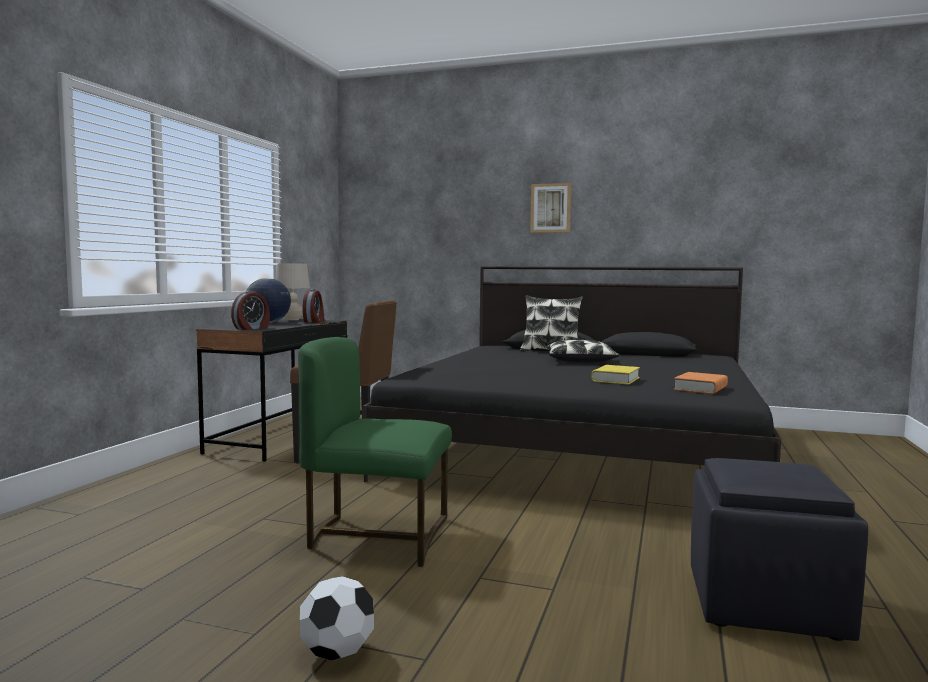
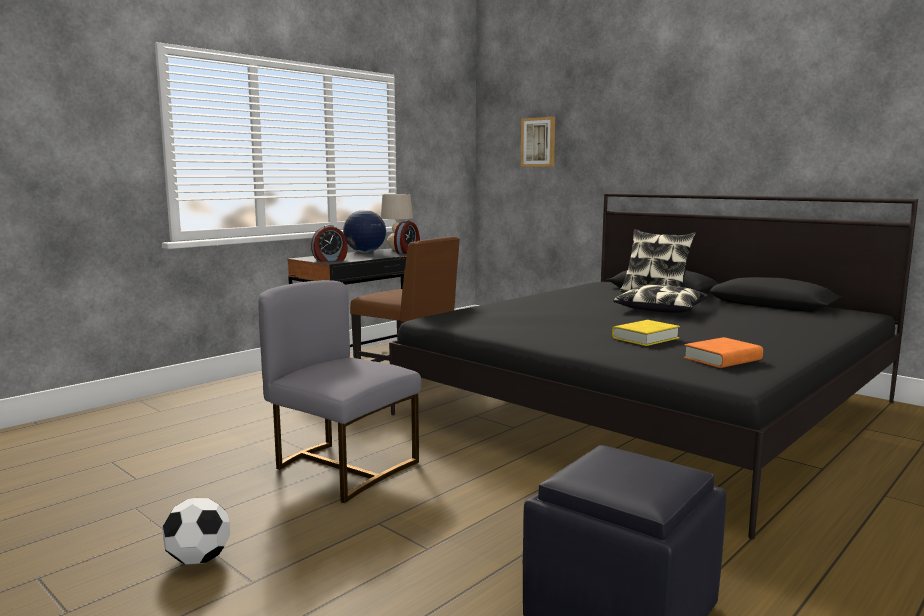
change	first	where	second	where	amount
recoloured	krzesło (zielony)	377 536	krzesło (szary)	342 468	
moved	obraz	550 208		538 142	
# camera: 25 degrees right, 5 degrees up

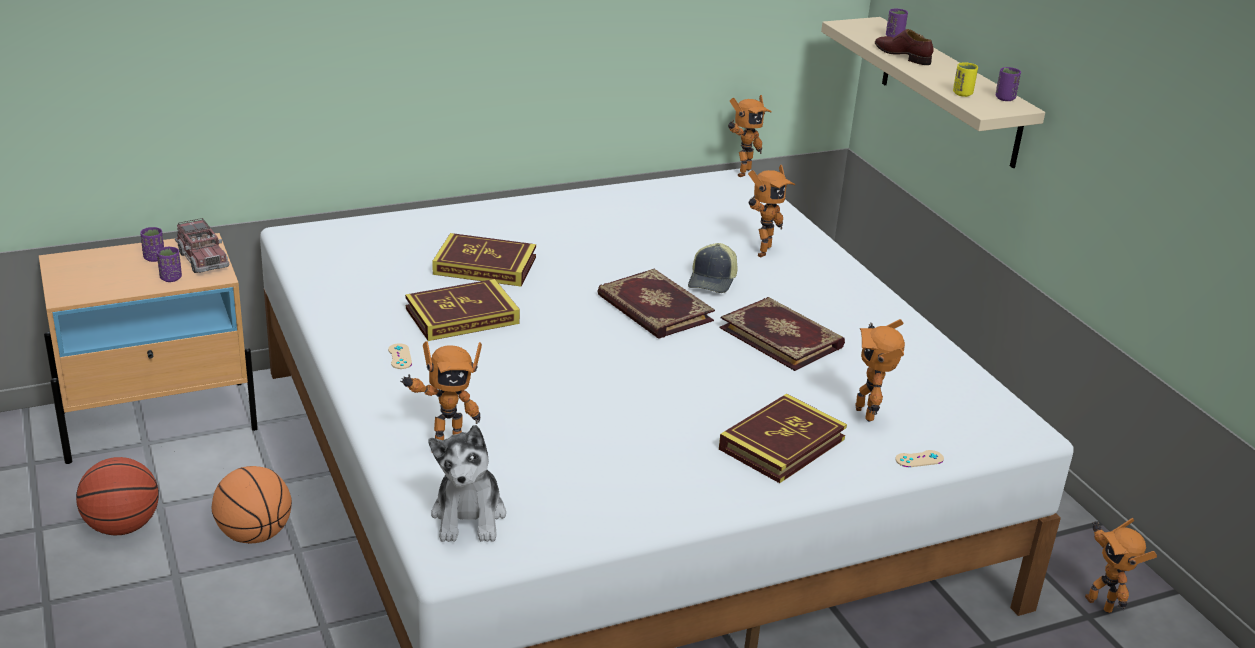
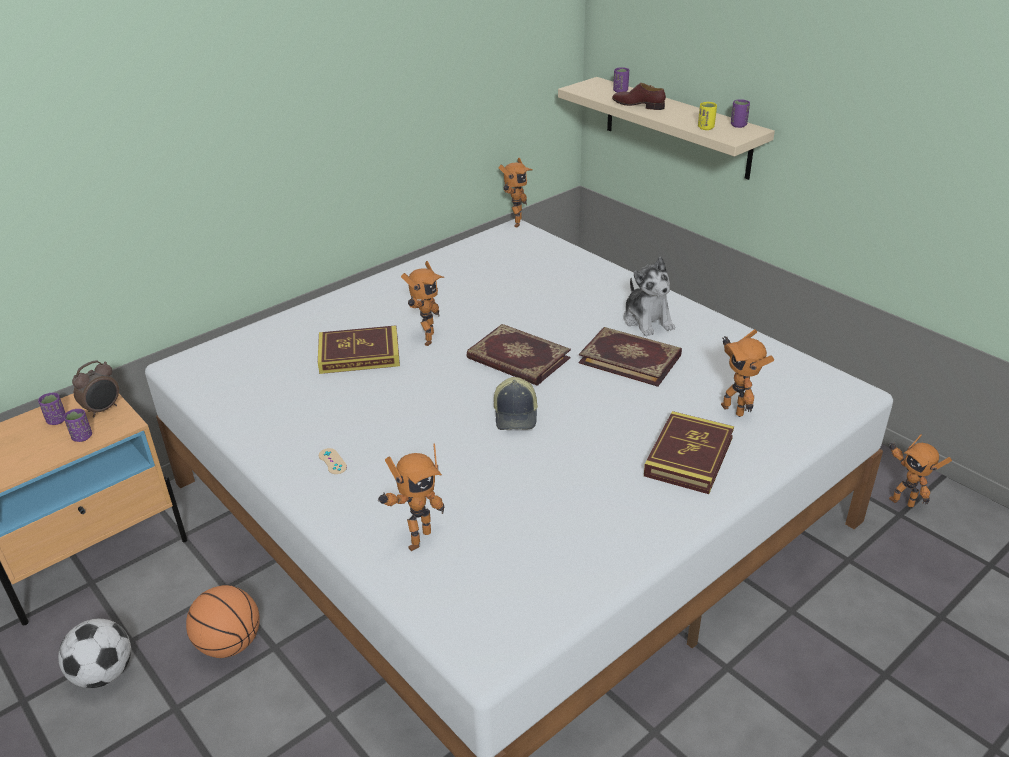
change	first	where	second	where	amount
replaced	piłka do koszykówki	122 527	piłka futbolowa	104 674	
replaced	ciężarówka zabawkowa	202 259	budzik	103 409	
removed	książka	462 316			
moved	pluszak	469 516		647 320	
moved	czapka z daszkiem	713 280		516 414	
moved	robot zabawkowy	760 250		425 339	
removed	pad do gier (beżowy)	919 459			
# camera: 15 degrees left, 5 degrees up

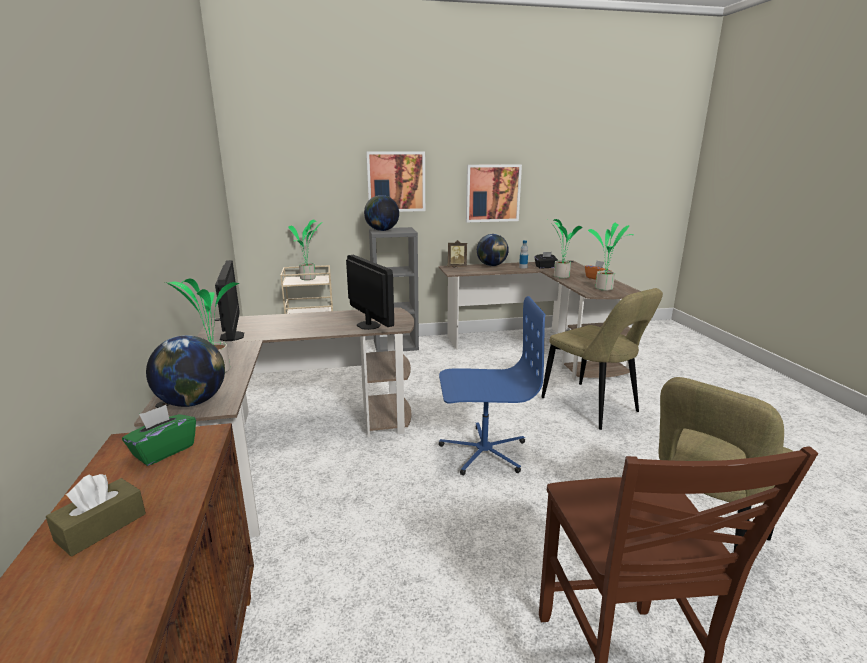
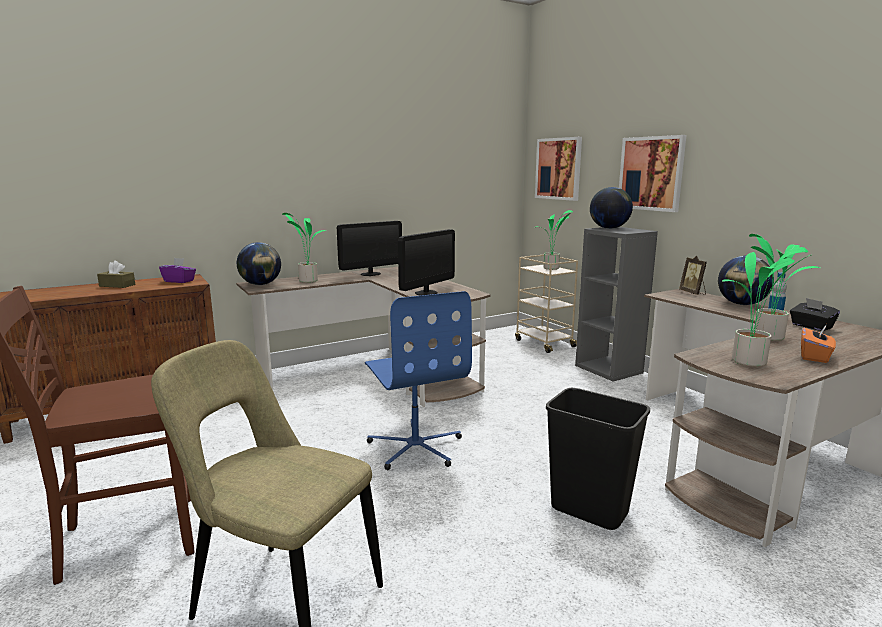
change	first	where	second	where	amount
recoloured	pudełko chusteczek (zielony)	164 451	pudełko chusteczek (fioletowy)	179 281	
moved	obraz	492 193		558 168	
replaced	krzesło (beżowy)	592 407	kosz na śmieci (czarny)	588 511	
# camera: 70 degrees right, 5 degrees down

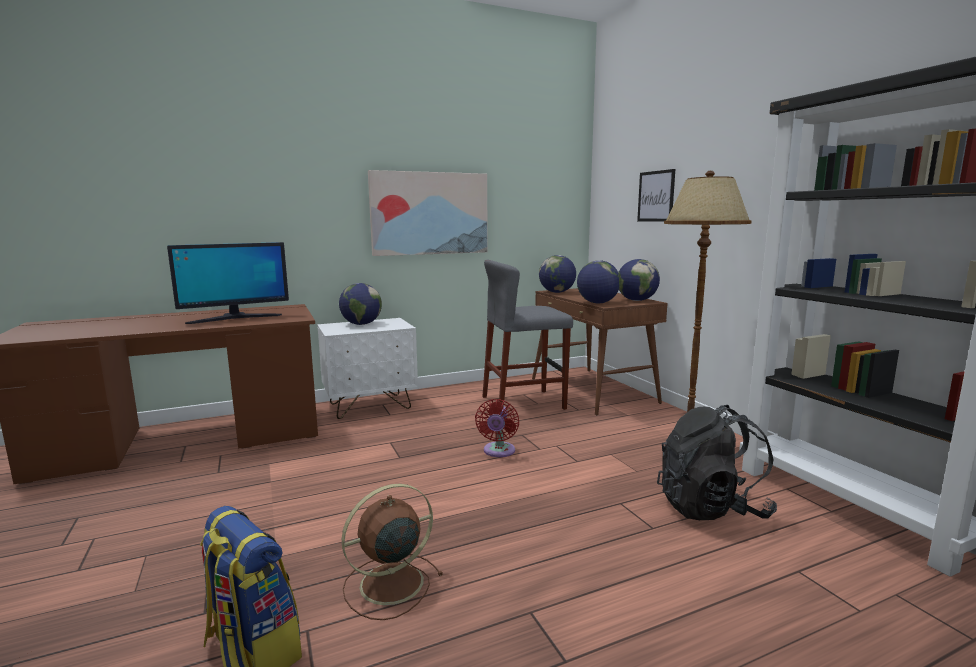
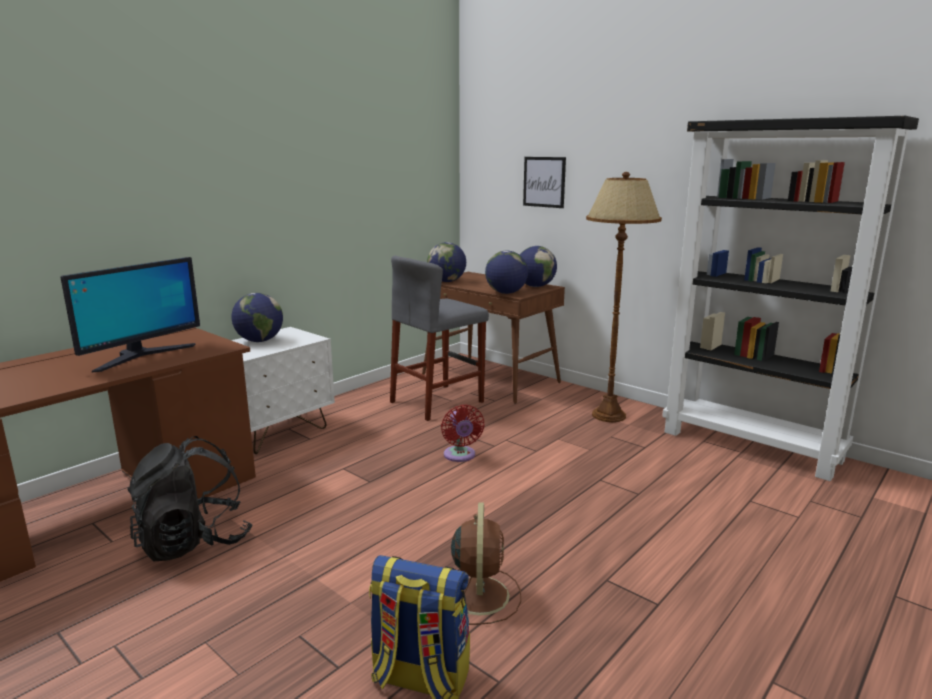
change	first	where	second	where	amount
turned	wentylator (brązowy)	389 584		479 593	150 degrees clockwise
removed	obraz	429 213			
moved	plecak (czarny)	711 508		194 542	
# camera: 25 degrees left, 5 degrees up

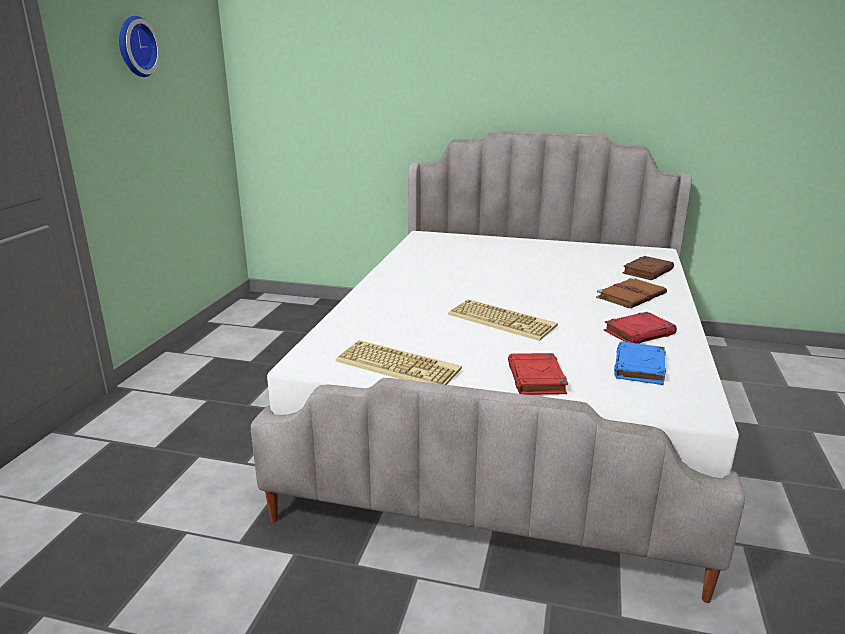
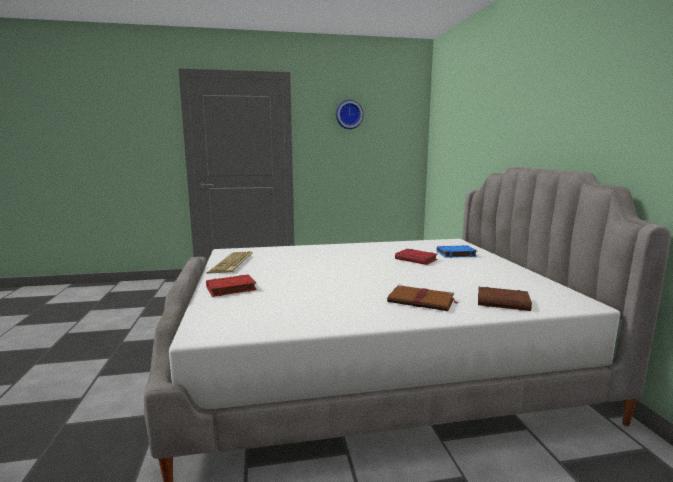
change	first	where	second	where	amount
removed	klawiatura	503 320			
moved	książka (czerwony)	639 332		416 259	
moved	książka (niebieski)	639 368		455 254	
# camera: 65 degrees right, 10 degrees down

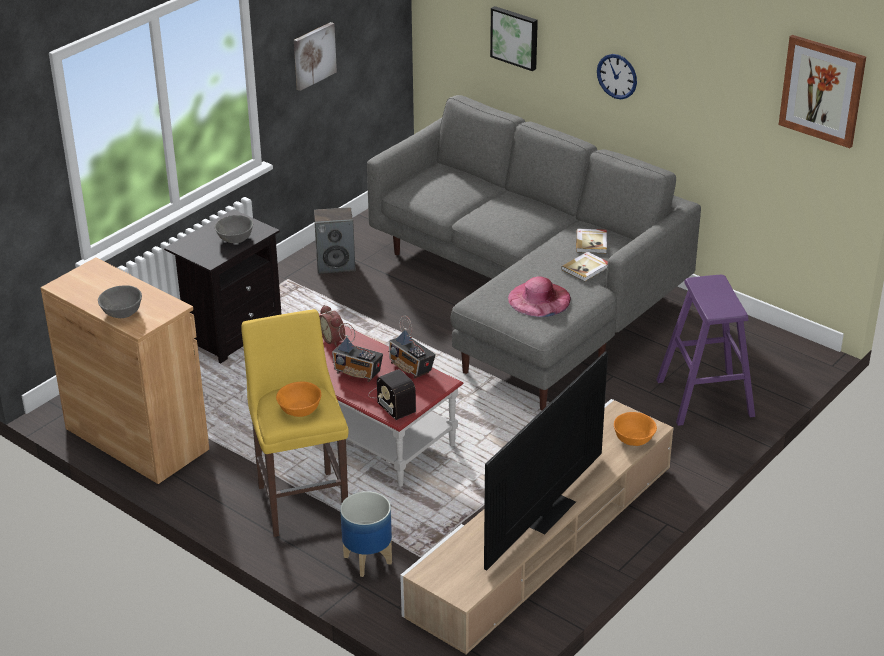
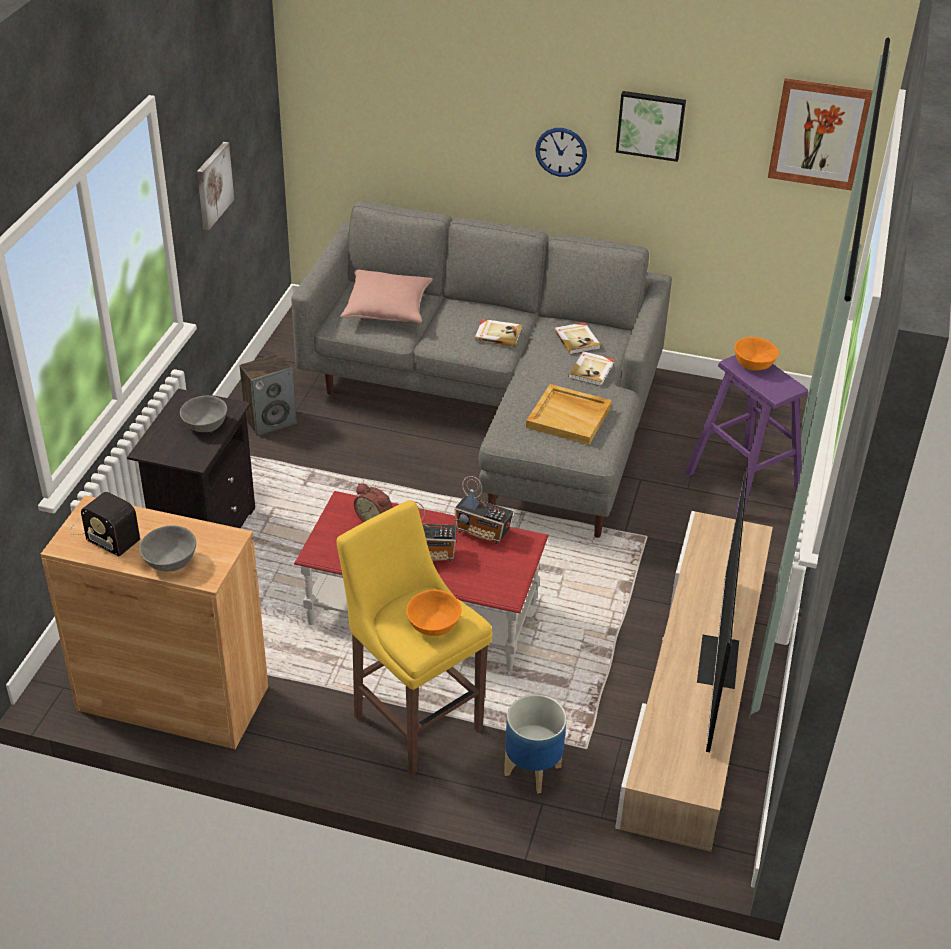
change	first	where	second	where	amount
moved	radio	392 400		103 531	
moved	obraz	515 37		651 124	
replaced	kapelusz (różowy)	539 299	taca (beżowy)	569 417	
moved	miska (pomarańczowy)	634 438		753 363	
added			poduszka (różowy)	387 309	
added			książka	498 334	
# camera: 25 degrees left, 5 degrees up

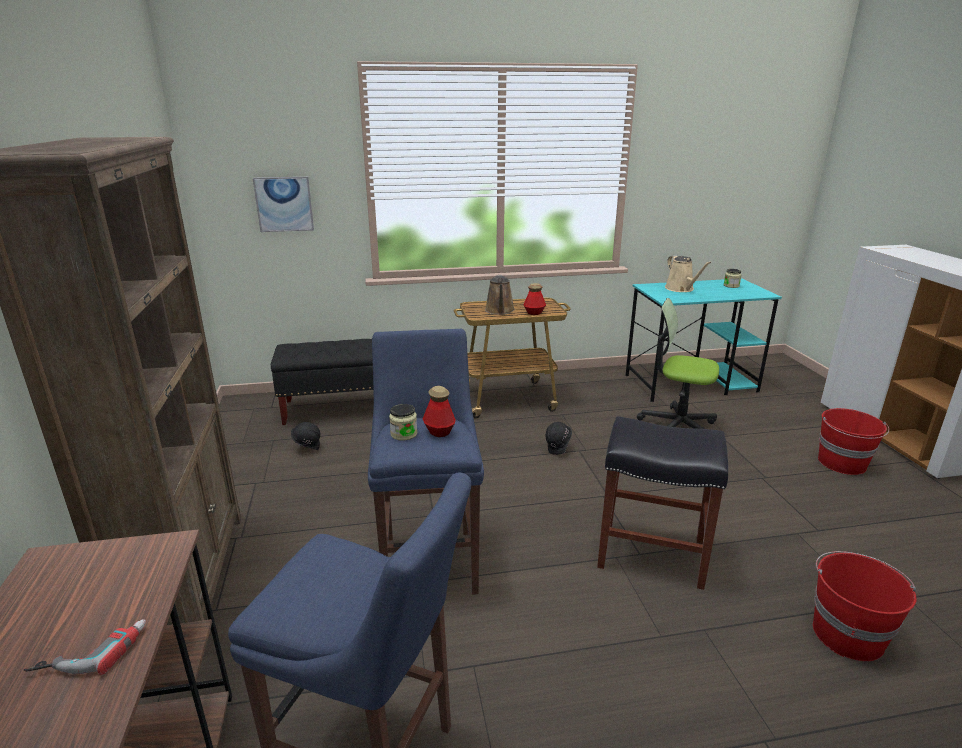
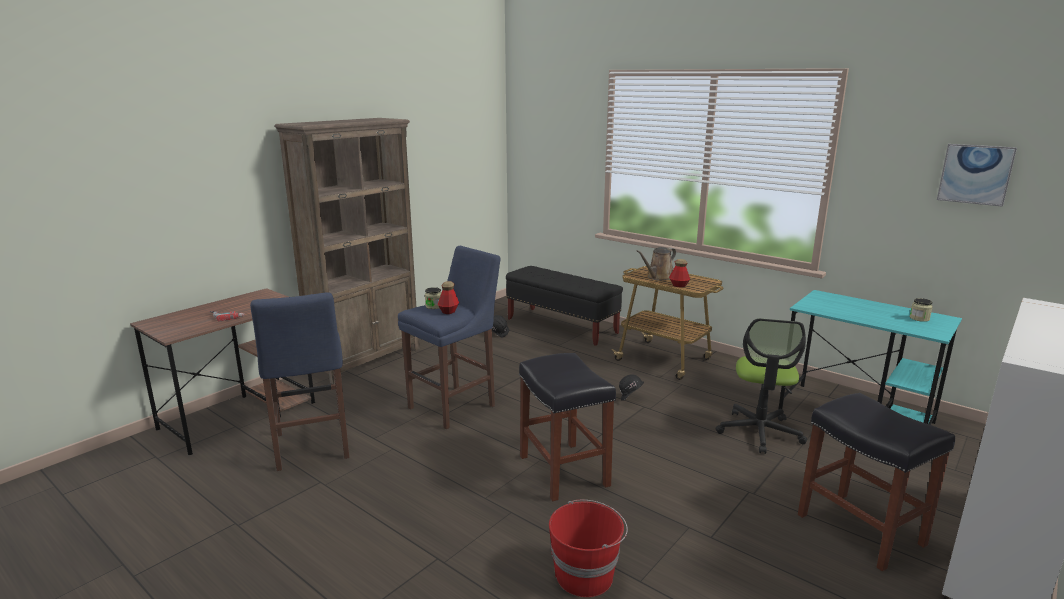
change	first	where	second	where	amount
moved	obraz	284 204		975 174	
turned	krzesło biurowe	677 426		759 432	150 degrees counterclockwise
removed	konewka (beżowy)	681 289			
replaced	wiadro (czerwony)	842 463	stołek (czarny)	862 530	
# camera: 50 degrees right, 5 degrees down

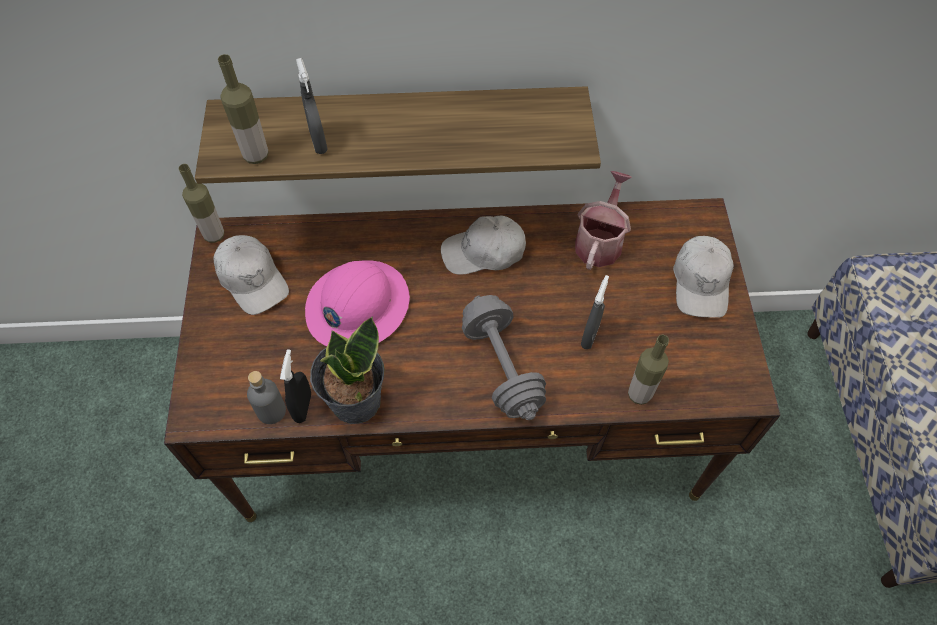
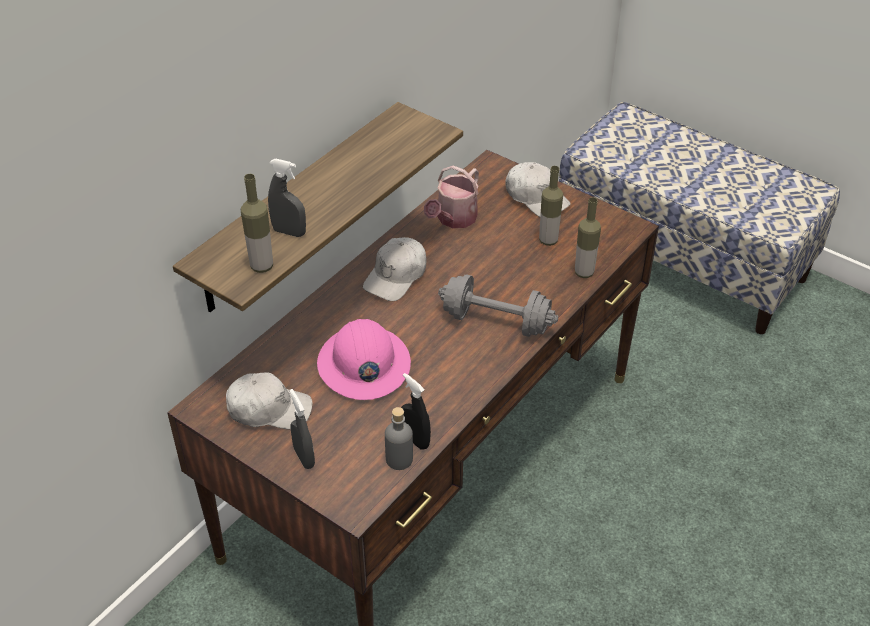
change	first	where	second	where	amount
moved	butelka	214 235		548 240	
removed	roślina doniczkowa	354 400			
turned	konewka	600 241		453 219	120 degrees counterclockwise
moved	spryskiwacz (szary)	589 336		304 458	
# camera: 50 degrees left, 15 degrees down

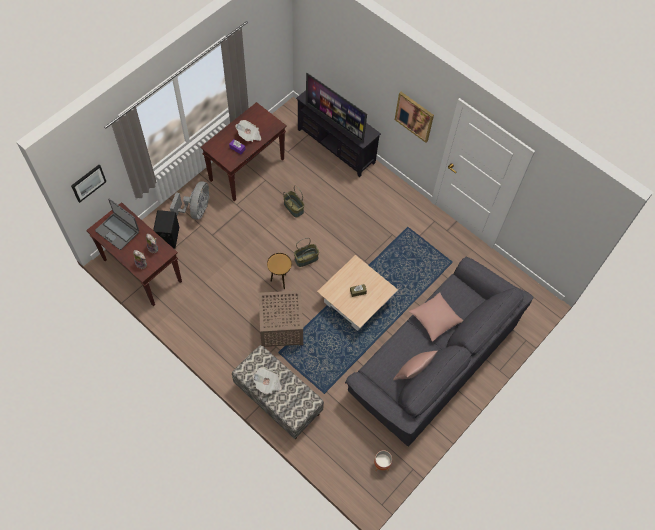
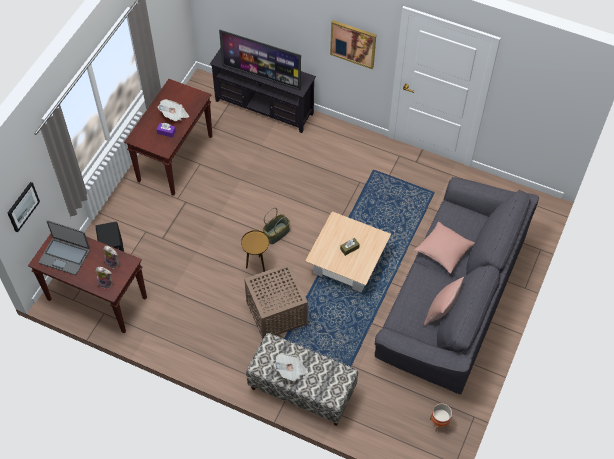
change	first	where	second	where	amount
removed	wentylator (szary)	196 210			
removed	koszyk	294 208			
# camera: 15 degrees left, 5 degrees down

